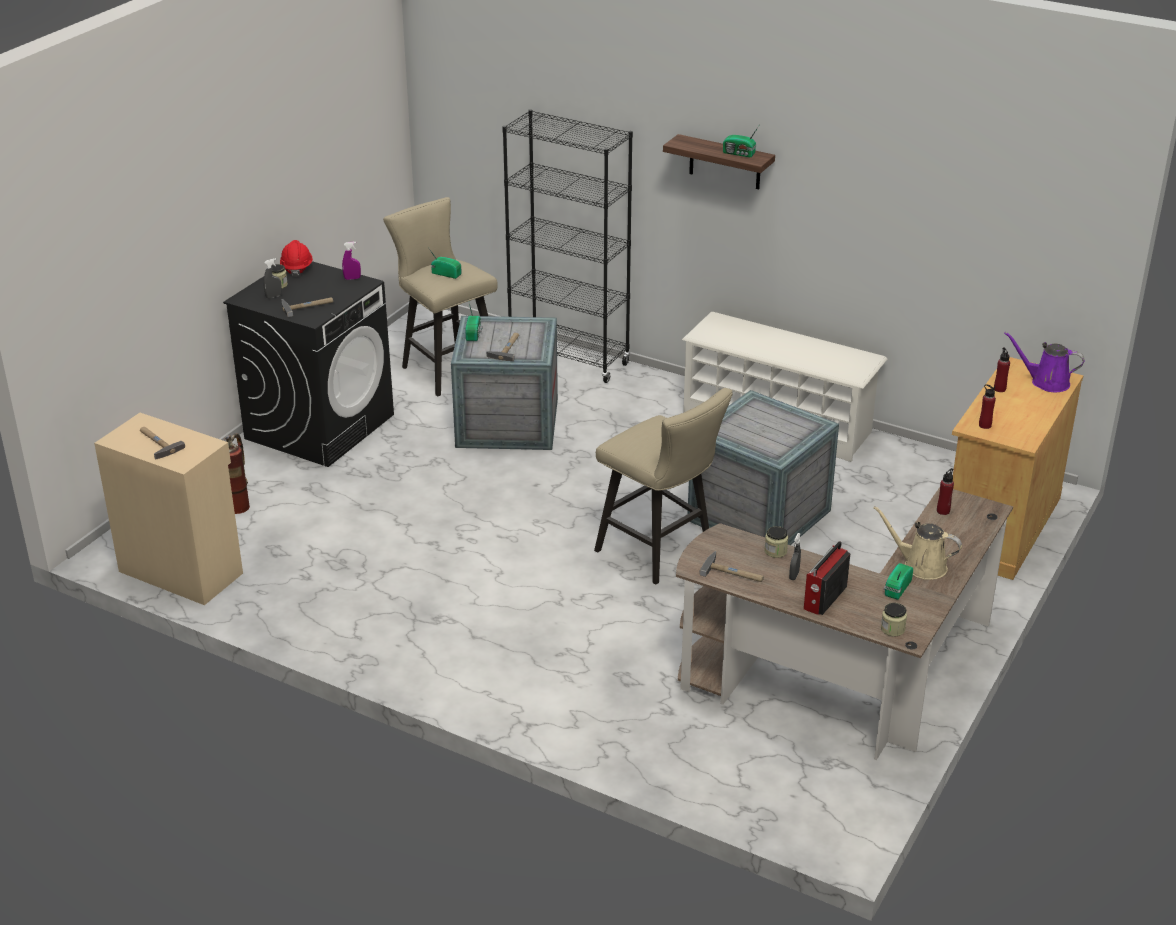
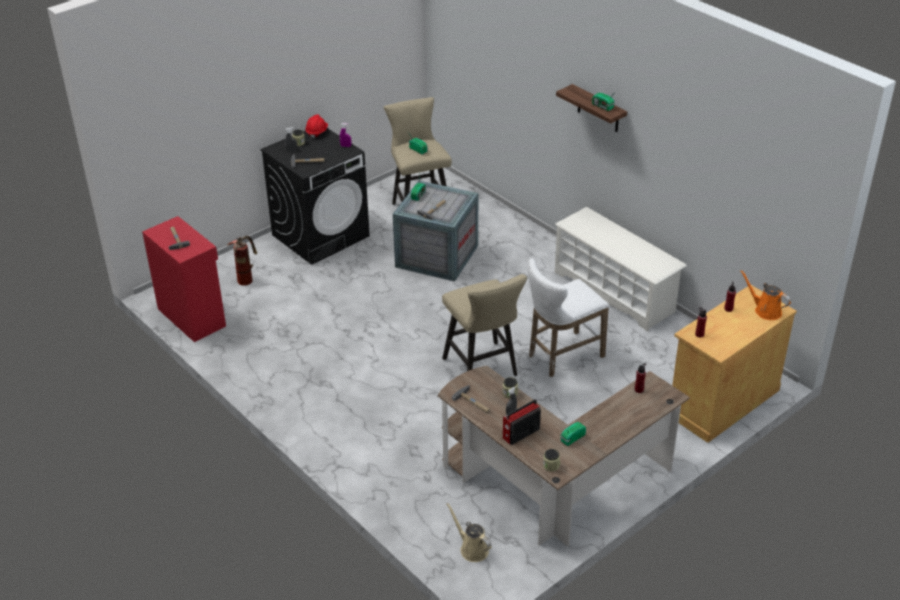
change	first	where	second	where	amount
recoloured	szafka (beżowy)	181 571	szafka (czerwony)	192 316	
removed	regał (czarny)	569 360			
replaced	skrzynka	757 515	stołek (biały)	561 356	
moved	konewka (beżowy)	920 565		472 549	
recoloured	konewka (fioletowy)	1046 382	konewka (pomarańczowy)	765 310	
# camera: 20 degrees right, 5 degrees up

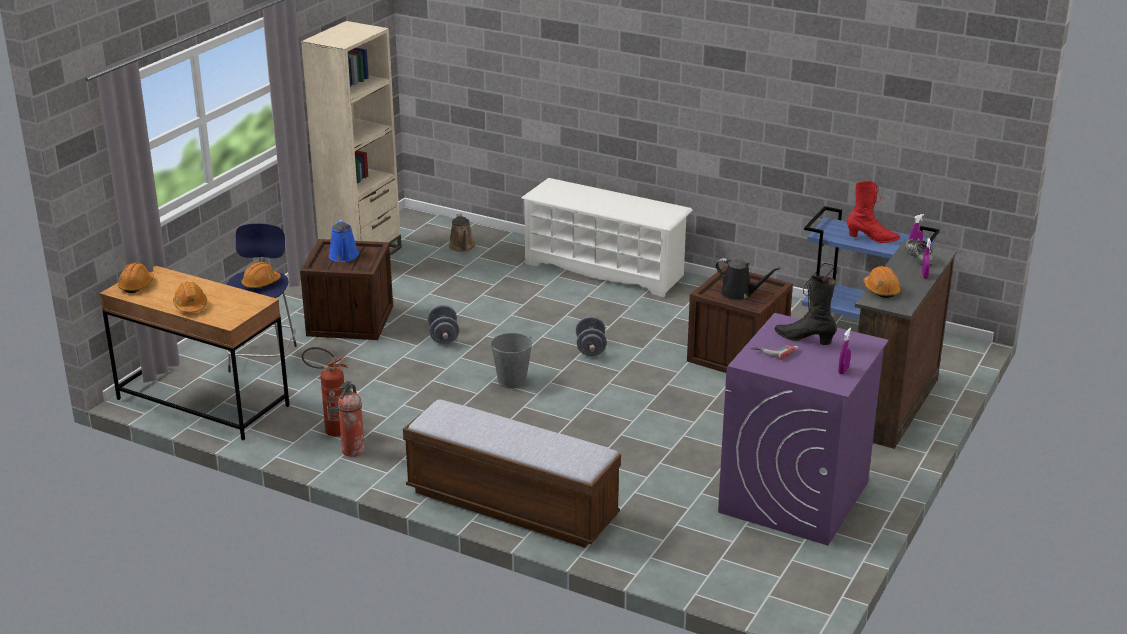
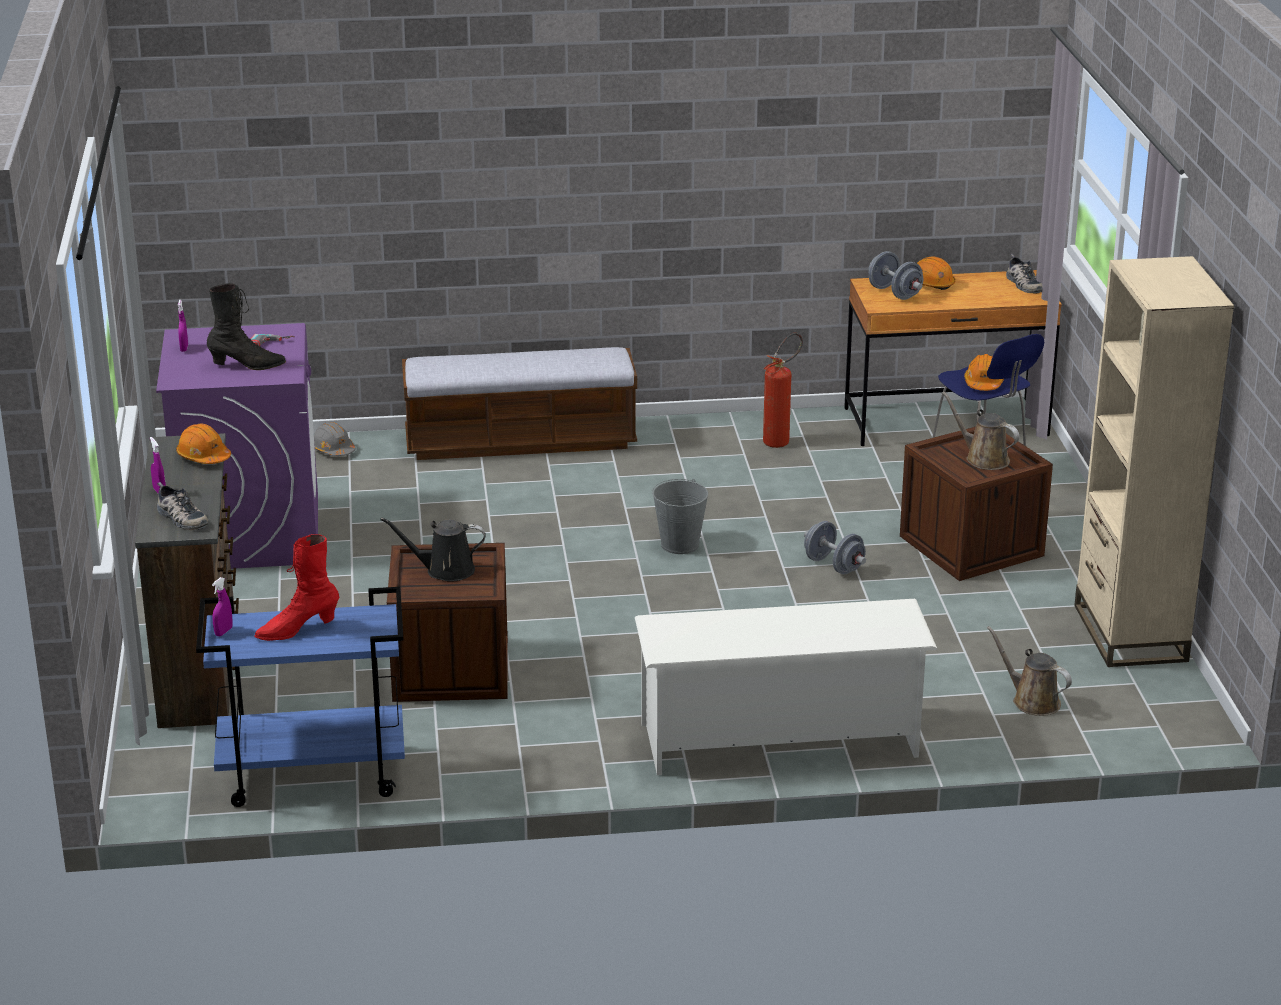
change	first	where	second	where	amount
replaced	kask (pomarańczowy)	136 285	but	1022 284	
recoloured	konewka (niebieski)	344 257	konewka (brązowy)	983 459	
removed	gaśnica	352 451			
moved	hantel (szary)	590 349		894 293	
added			kask (szary)	333 450	
# camera: 145 degrees right, 0 degrees up

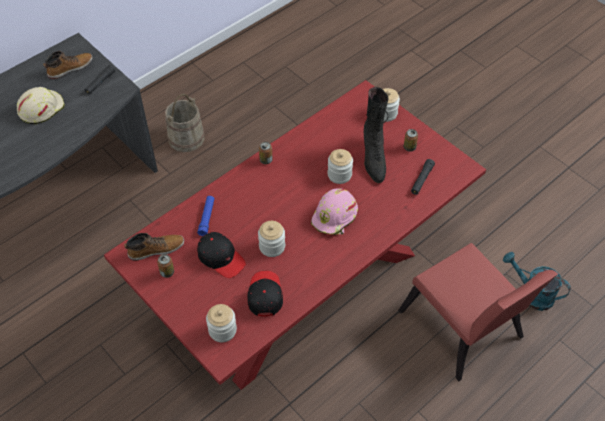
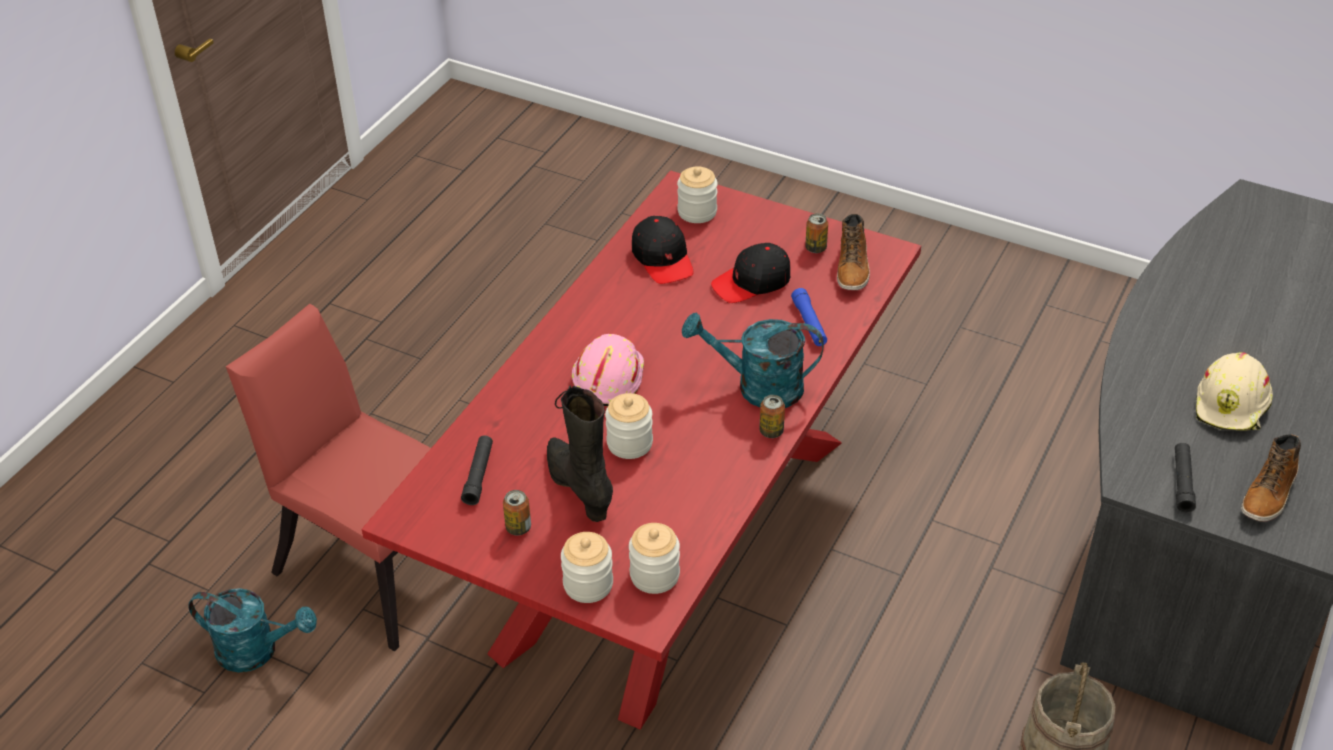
change	first	where	second	where	amount
turned	but z cholewką	156 249		852 268	45 degrees counterclockwise
turned	czapka z daszkiem (czarny)	221 258		752 282	45 degrees counterclockwise
moved	słoik	272 246		654 575	
added			konewka (turkusowy)	757 387	
# camera: 160 degrees right, 10 degrees down

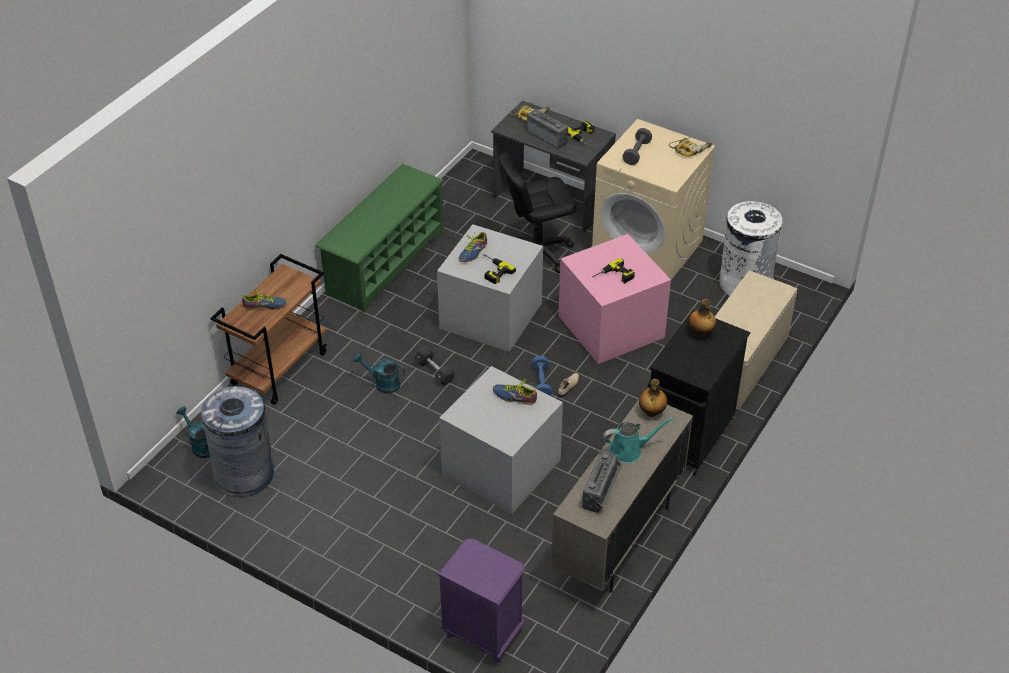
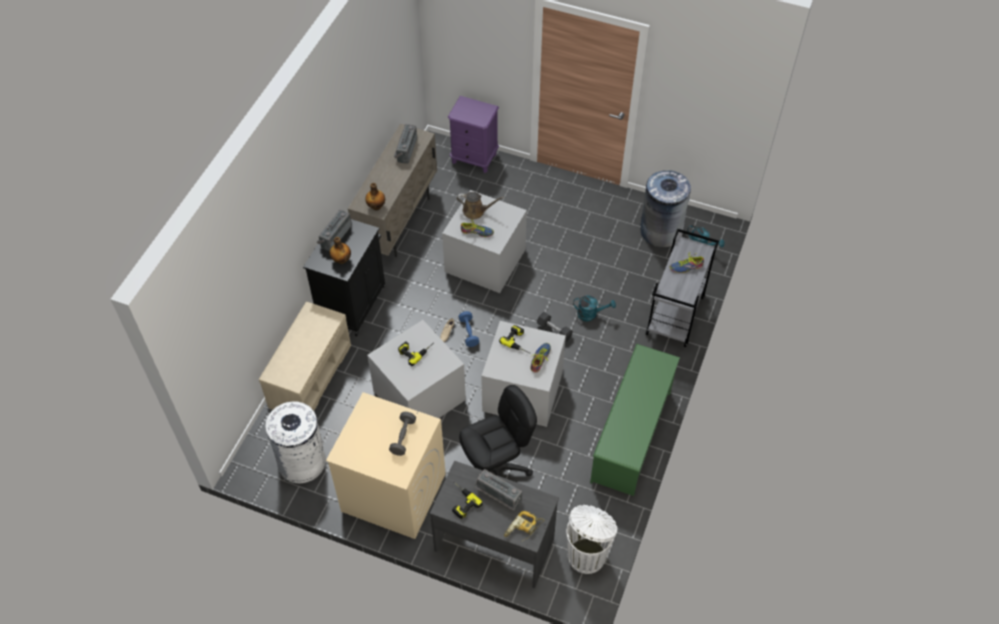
change	first	where	second	where	amount
recoloured	wózek (brązowy)	279 368	wózek (szary)	675 316	
recoloured	pojemnik do przechowywania (różowy)	610 328	pojemnik do przechowywania (szary)	419 394	
removed	konewka (turkusowy)	629 450			
removed	wiertarka	690 149			
added			radio	334 236	
added			konewka (brązowy)	476 211	
added			kosz na śmieci (biały)	587 555	
# camera: 170 degrees right, 10 degrees up

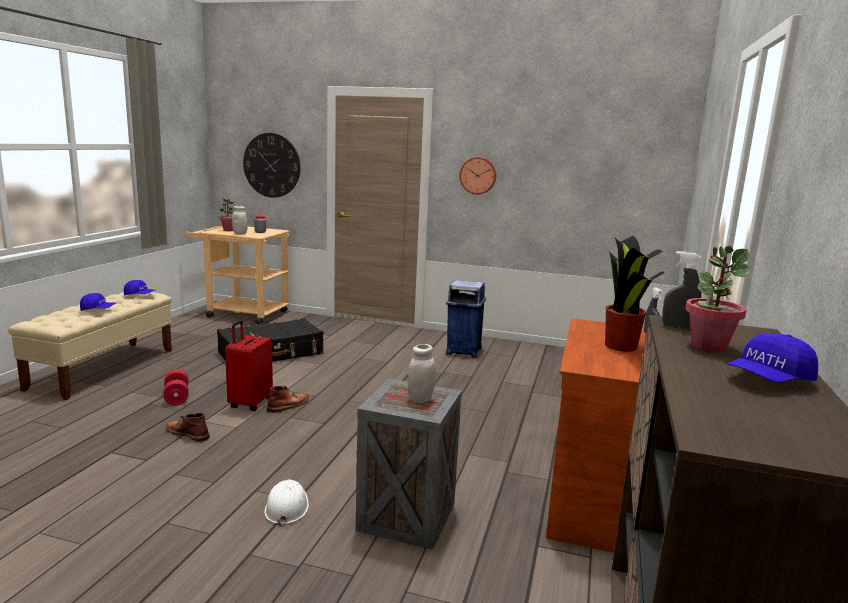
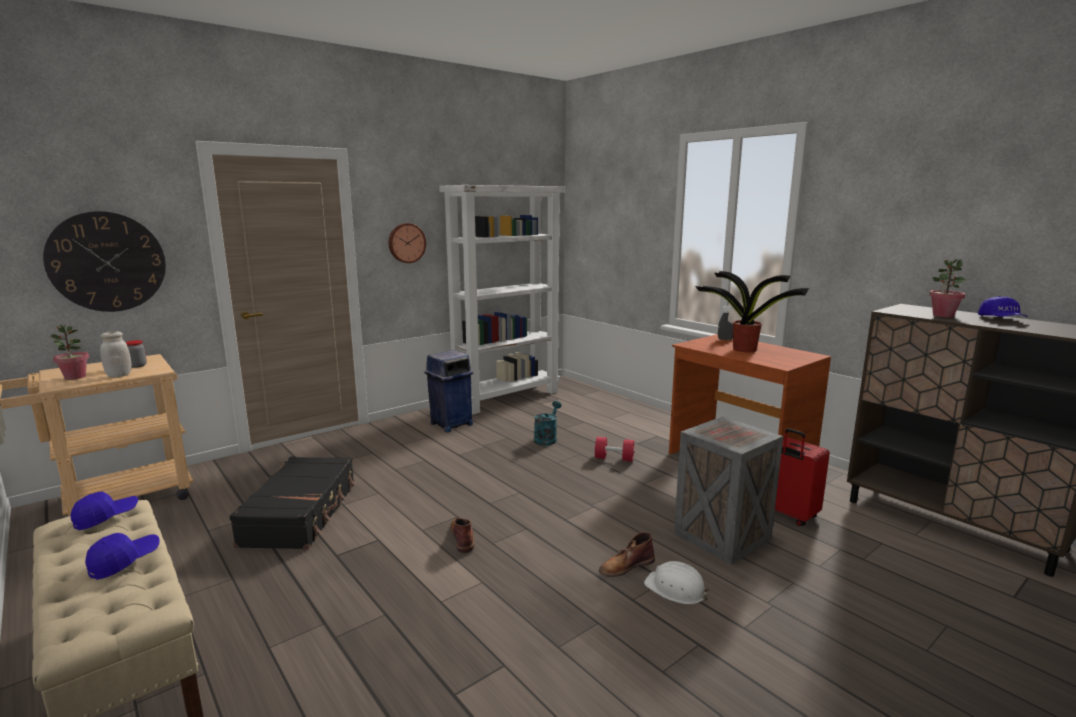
change	first	where	second	where	amount
moved	hantel (czerwony)	177 397		614 458	
moved	but z cholewką (brązowy)	187 433		626 566	
moved	walizka (czerwony)	250 403		789 515	
removed	słoik (biały)	420 399			
removed	spryskiwacz (szary)	678 327			
added			regał (biały)	507 397	
added			konewka (turkusowy)	547 438	
# camera: 55 degrees left, 0 degrees up

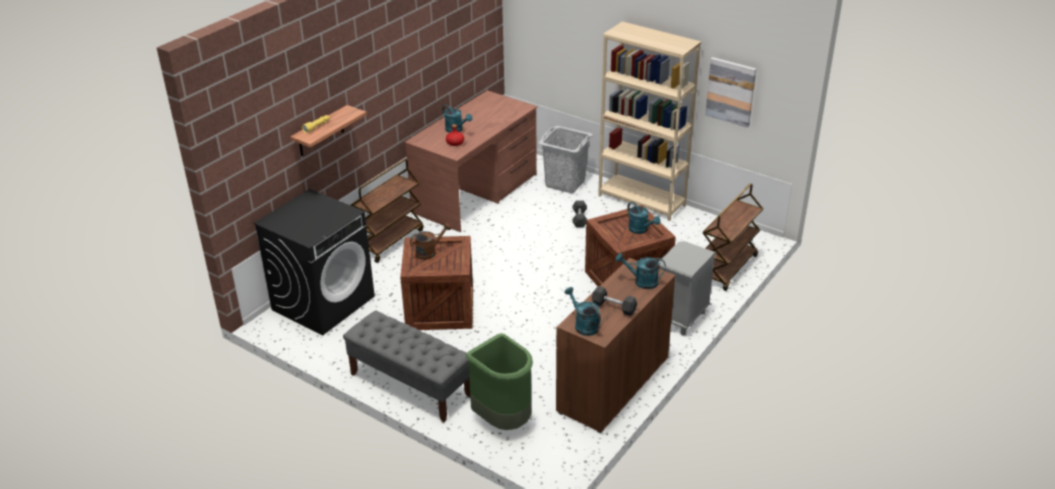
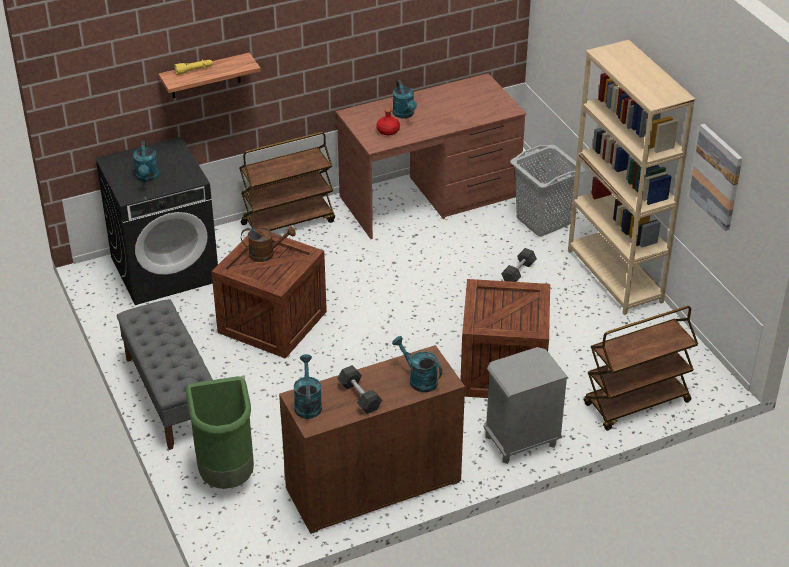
change	first	where	second	where	amount
moved	konewka (turkusowy)	641 230		147 178	
# camera: 30 degrees right, 5 degrees up

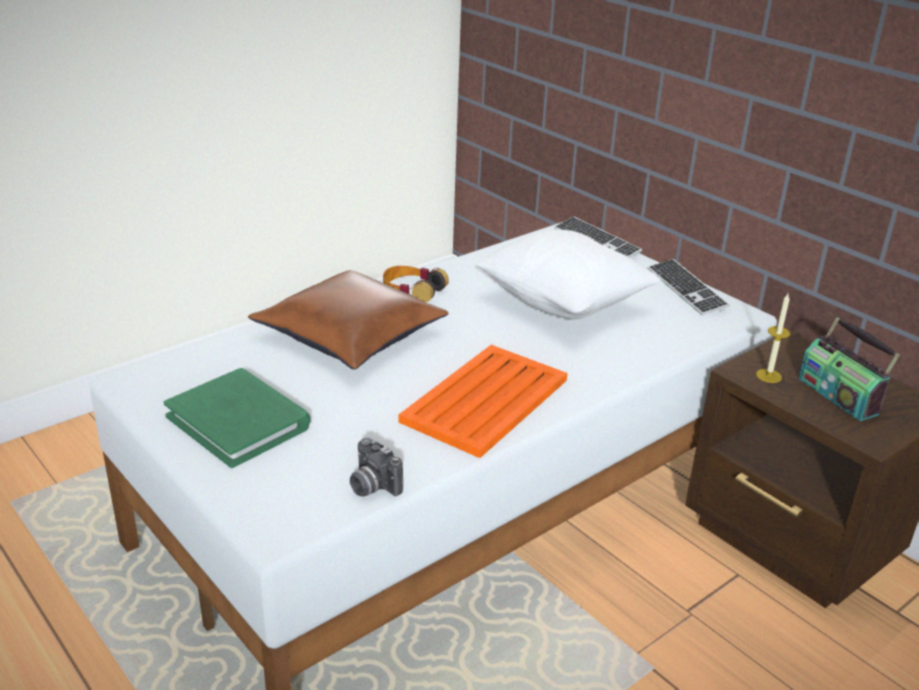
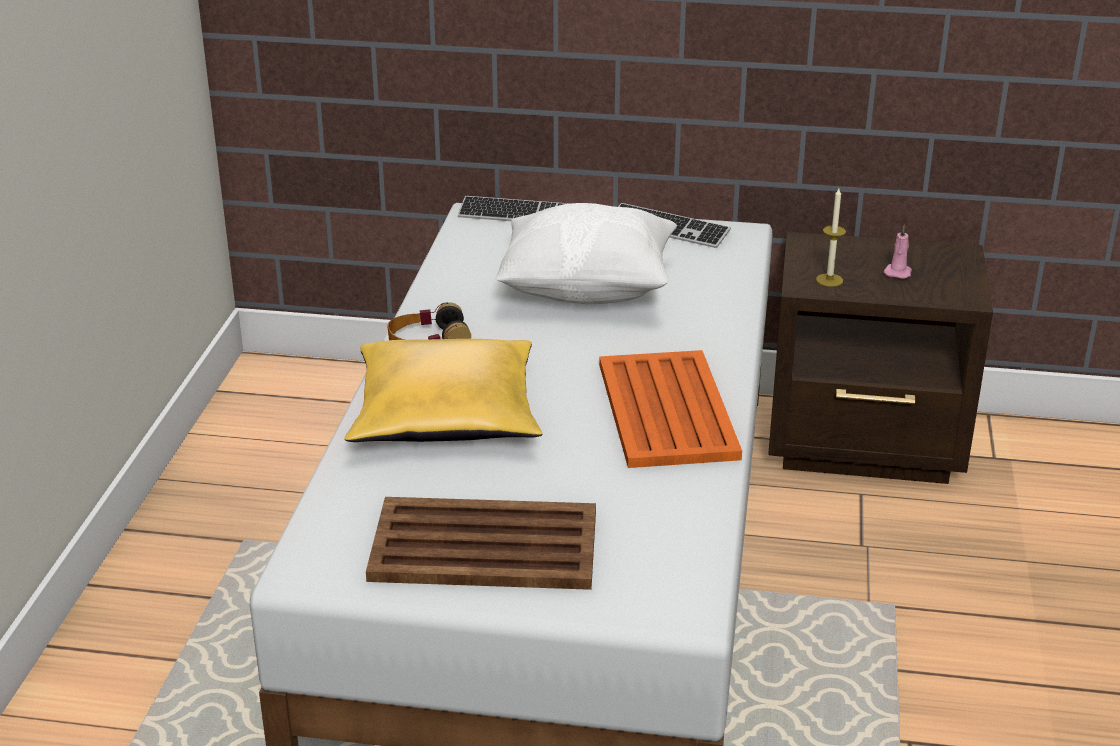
change	first	where	second	where	amount
replaced	książka (zielony)	239 422	taca (brązowy)	487 547	
recoloured	poduszka (brązowy)	351 335	poduszka (żółty)	447 413	
removed	aparat fotograficzny	371 486			
replaced	radio	839 395	świeca (różowy)	898 272	
# camera: 40 degrees left, 0 degrees up

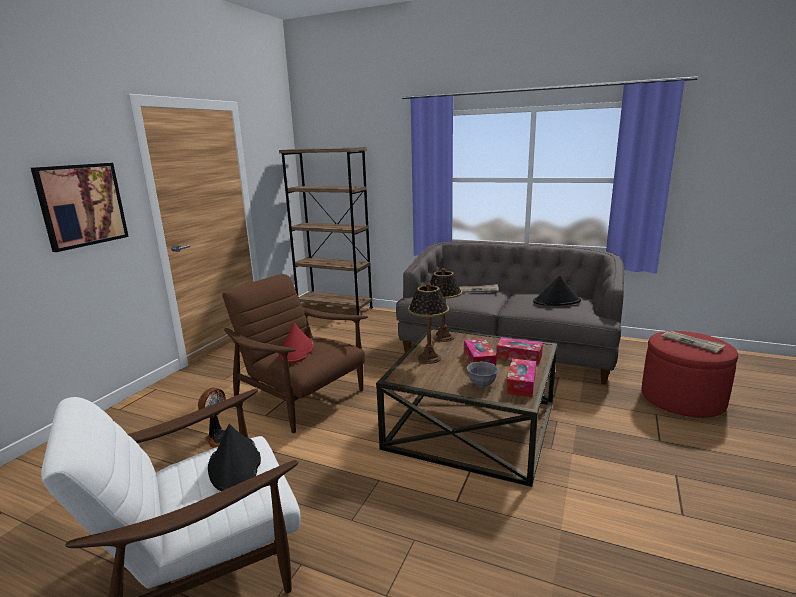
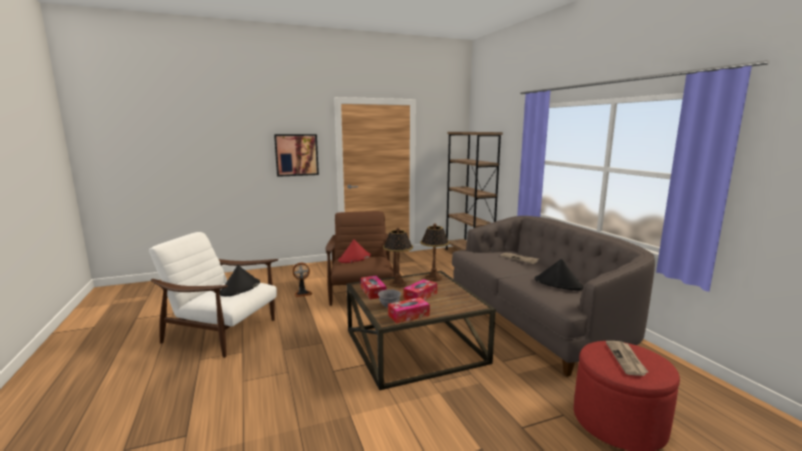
change	first	where	second	where	amount
moved	pudełko chusteczek	519 357		373 292	
# camera: 45 degrees right, 5 degrees down

